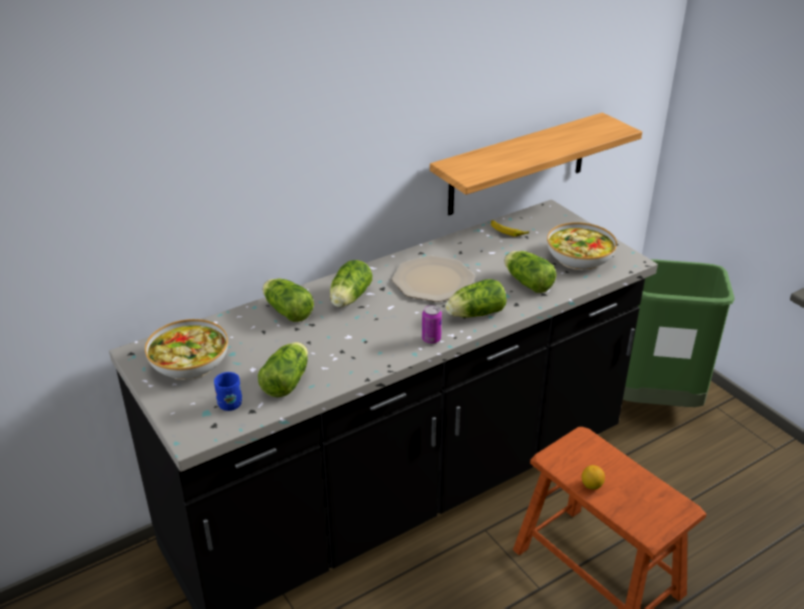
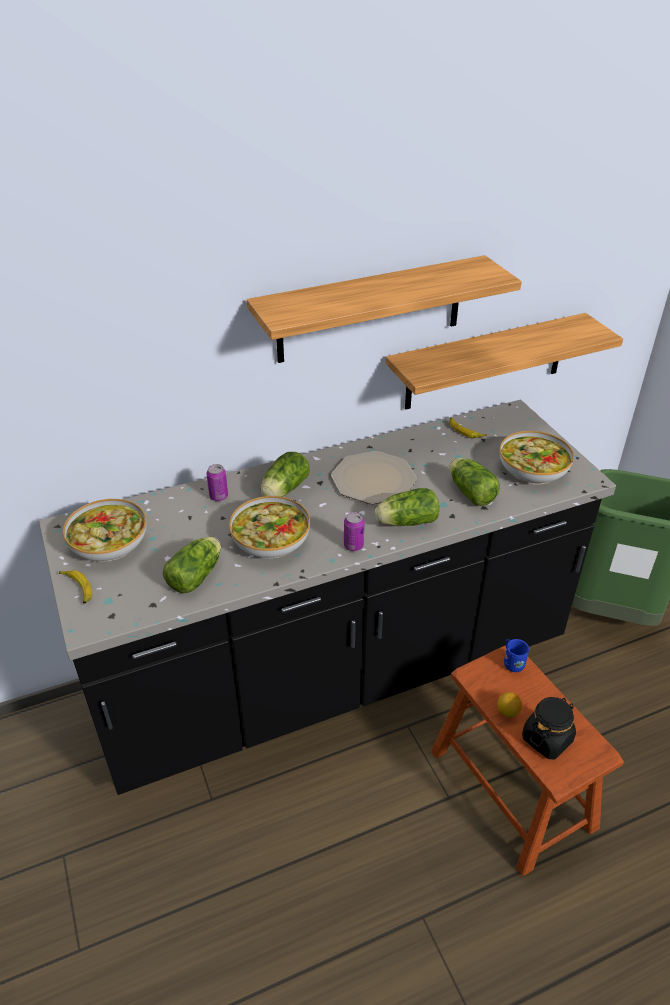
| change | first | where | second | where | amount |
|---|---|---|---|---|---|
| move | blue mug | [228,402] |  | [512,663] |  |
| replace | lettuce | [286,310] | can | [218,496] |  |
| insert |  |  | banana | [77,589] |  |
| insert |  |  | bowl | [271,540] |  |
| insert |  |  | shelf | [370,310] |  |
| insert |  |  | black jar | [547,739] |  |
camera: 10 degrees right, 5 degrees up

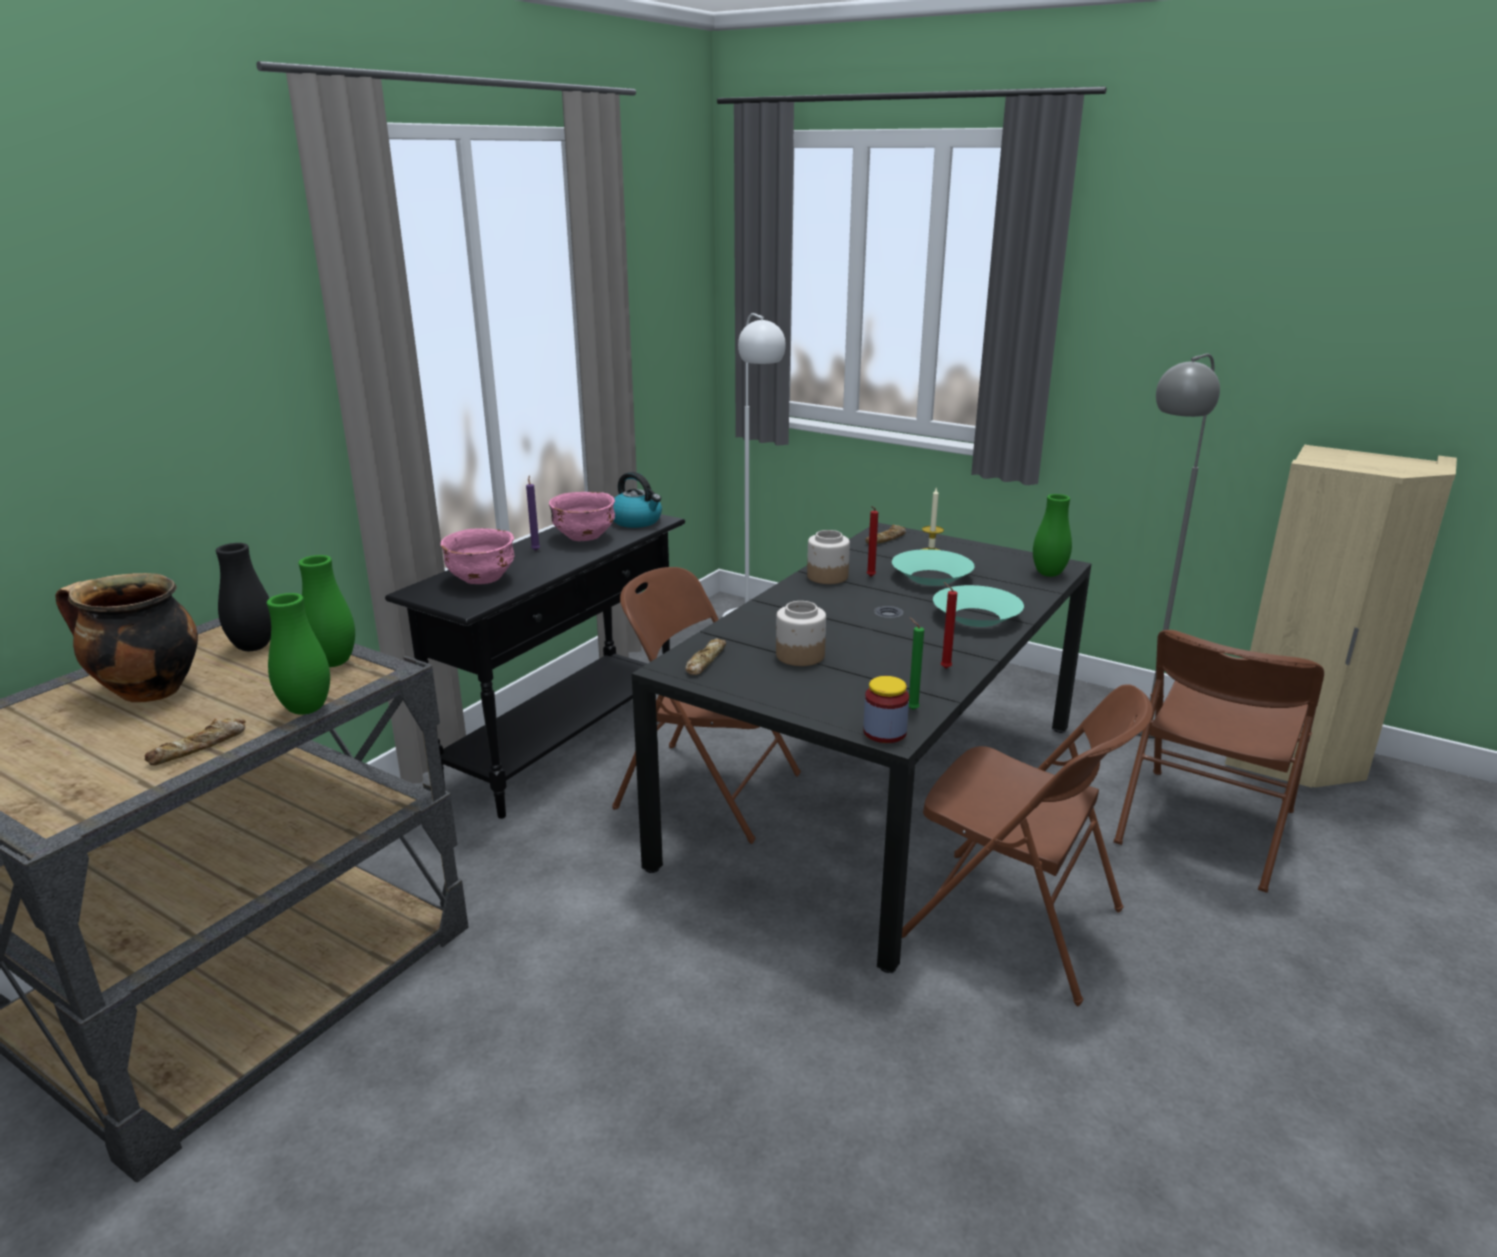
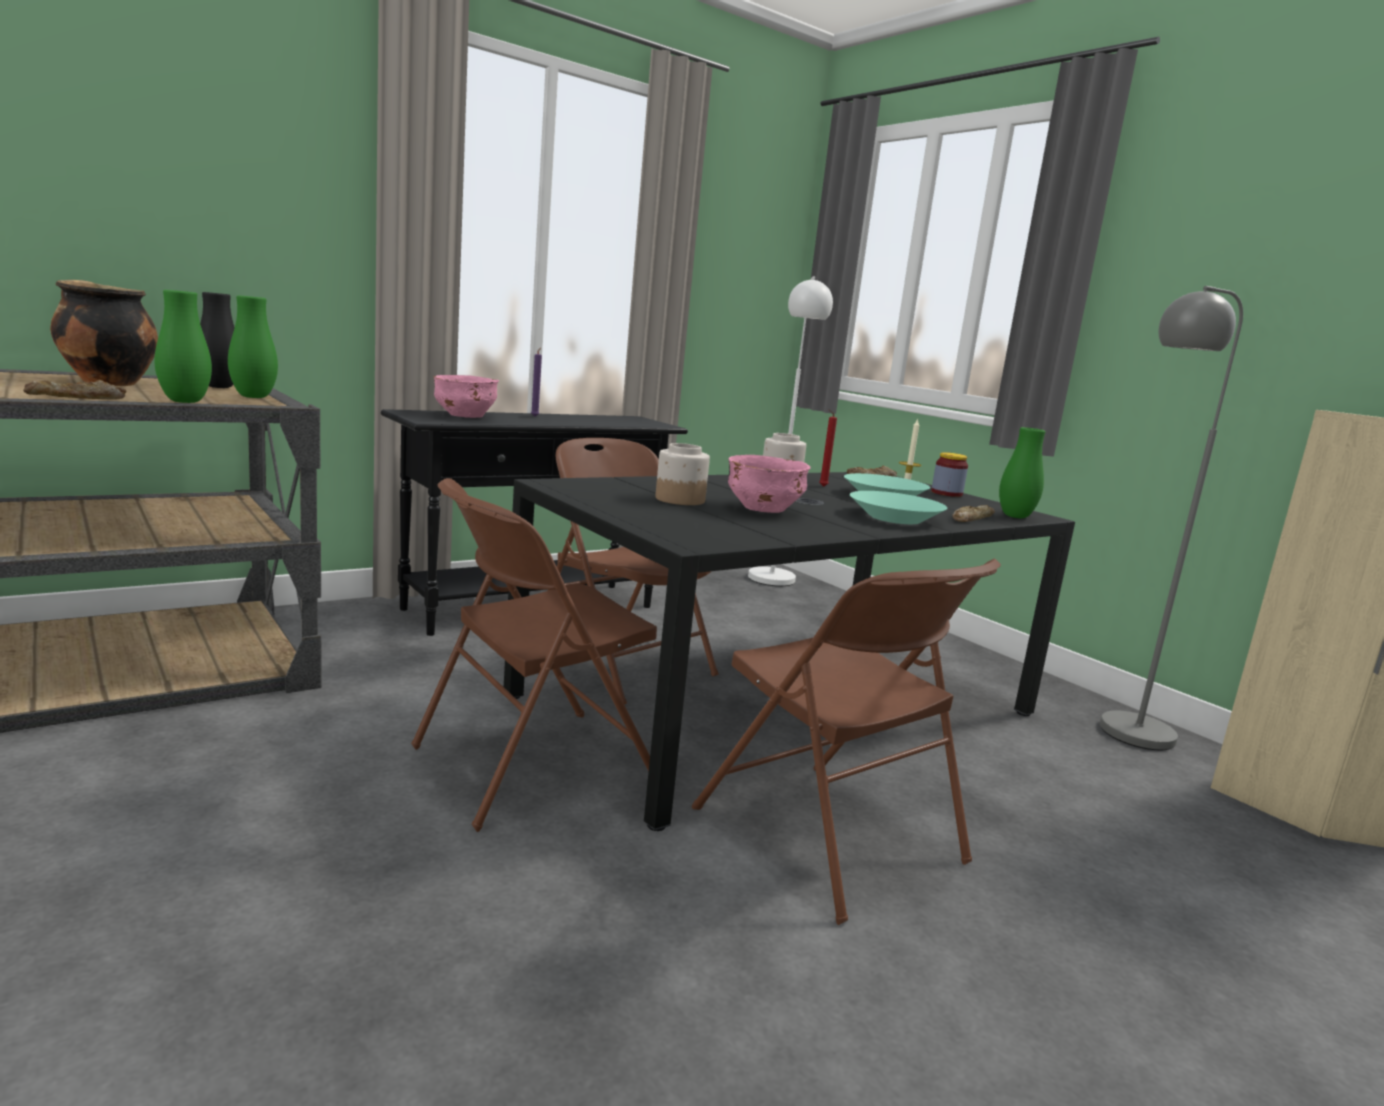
| change | first | where | second | where | amount |
|---|---|---|---|---|---|
| move | pink bowl | [585,537] |  | [764,510] |  |
| delete | kettle | [637,521] |  |  |  |
| move | bread | [705,661] |  | [971,518] |  |
| move | jar | [884,732] |  | [946,493] |  |
| delete | green candle | [911,709] |  |  |  |
| delete | red candle | [944,668] |  |  |  |
| move | brown chair | [1204,827] |  | [534,764] |  |
camera: 20 degrees right, 10 degrees down

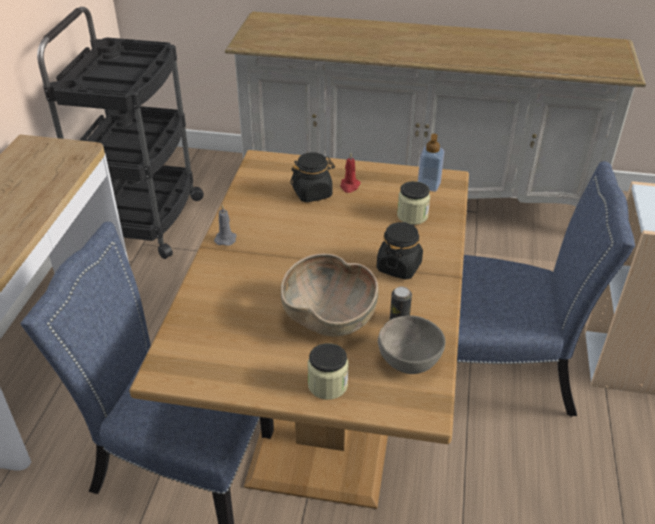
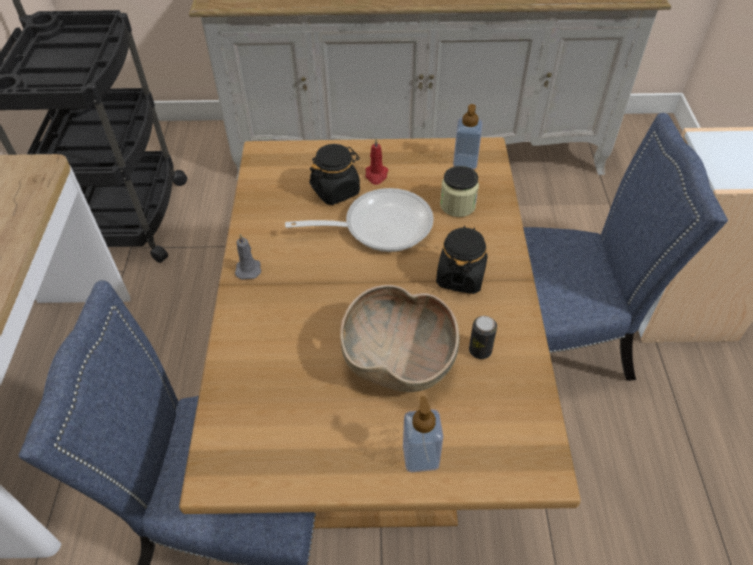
| change | first | where | second | where | amount |
|---|---|---|---|---|---|
| replace | jar | [327,385] | soap dispenser | [420,456] |  |
| delete | grey bowl | [409,361] |  |  |  |
| insert |  |  | frying pan | [379,226] |  |
camera: 10 degrees left, 10 degrees up

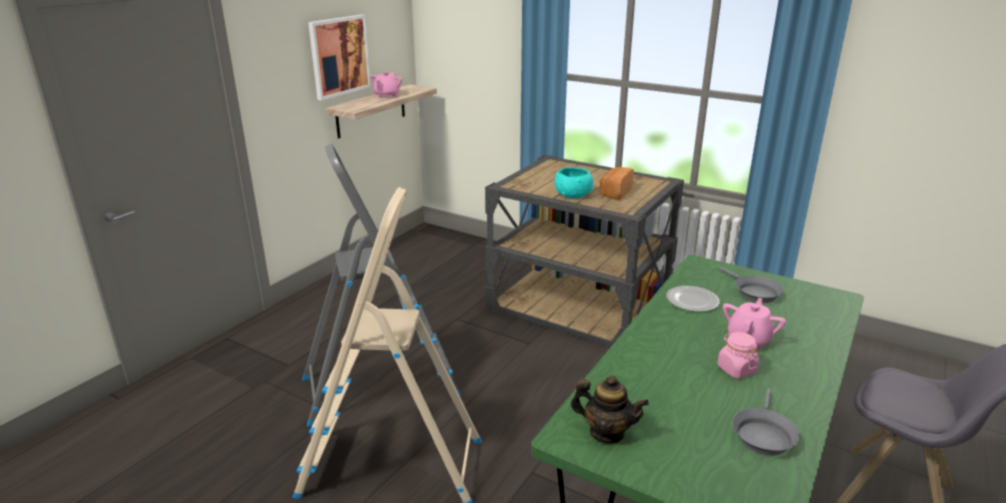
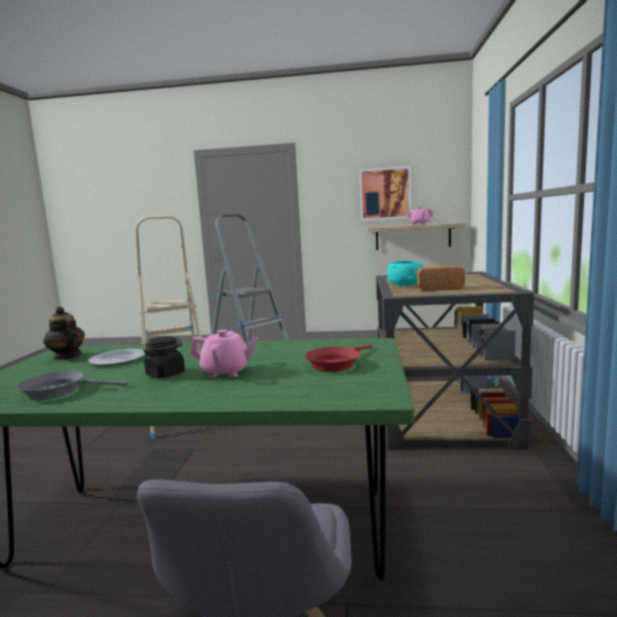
| change | first | where | second | where | amount |
|---|---|---|---|---|---|
| rotate | teapot | [606,433] |  | [67,356] | 135 degrees clockwise |
| move | plate | [692,300] |  | [118,359] |  |
| recolor | pink jar | [736,369] | black jar | [166,374] |  |
| recolor | grey frying pan | [753,292] | red frying pan | [335,364] |  |
camera: 65 degrees right, 15 degrees down

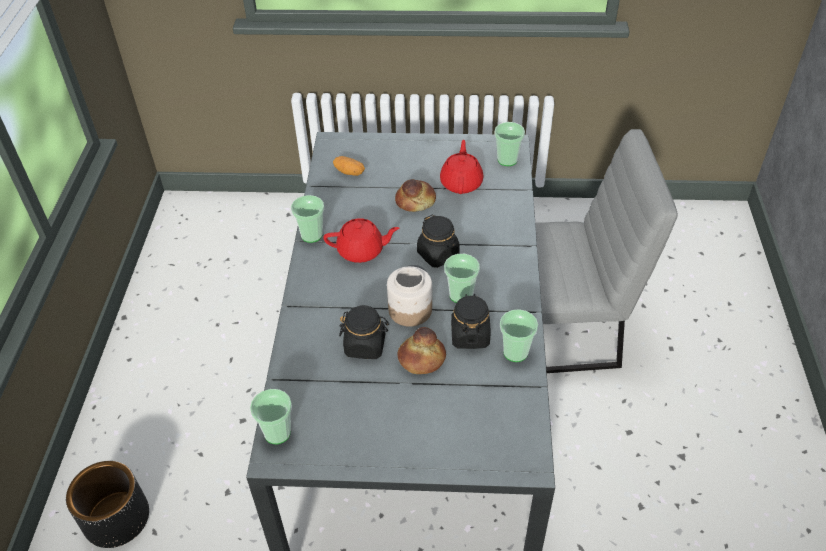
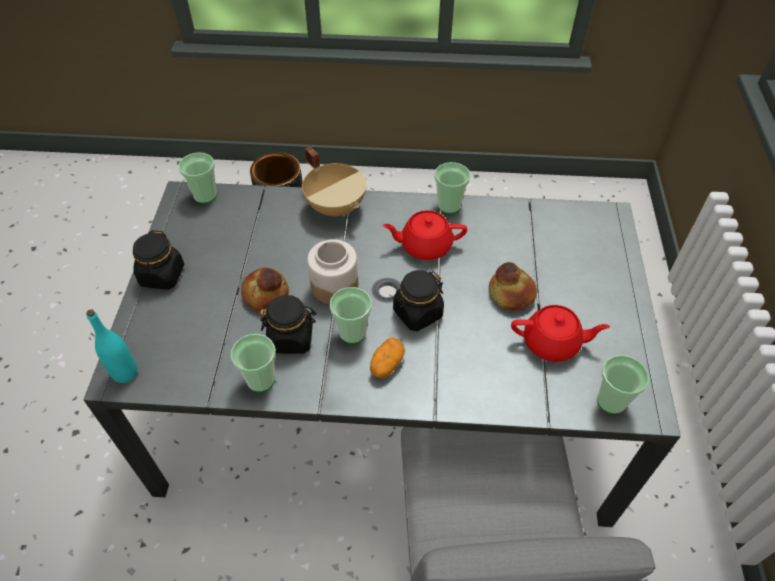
| change | first | where | second | where | amount |
|---|---|---|---|---|---|
| rotate | red teapot | [361,251] |  | [425,246] | 90 degrees clockwise |
| move | potato | [349,172] |  | [386,364] |  |
| move | black jar | [365,345] |  | [162,275] |  |
| insert |  |  | turquoise bottle | [125,373] |  |
| insert |  |  | beige cooking pot | [336,206] |  |
camera: 90 degrees right, 5 degrees up

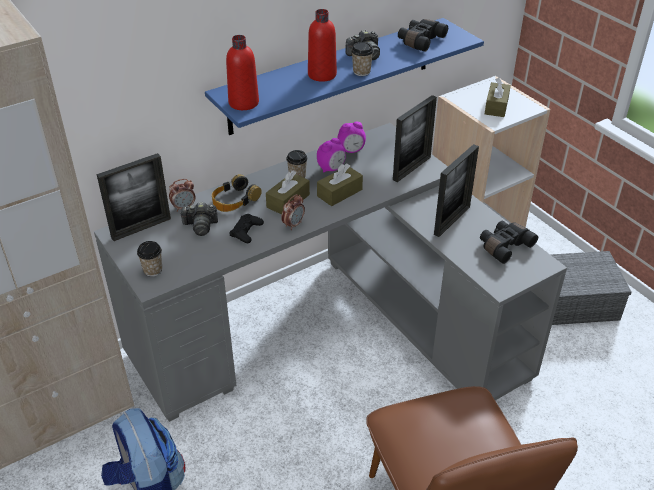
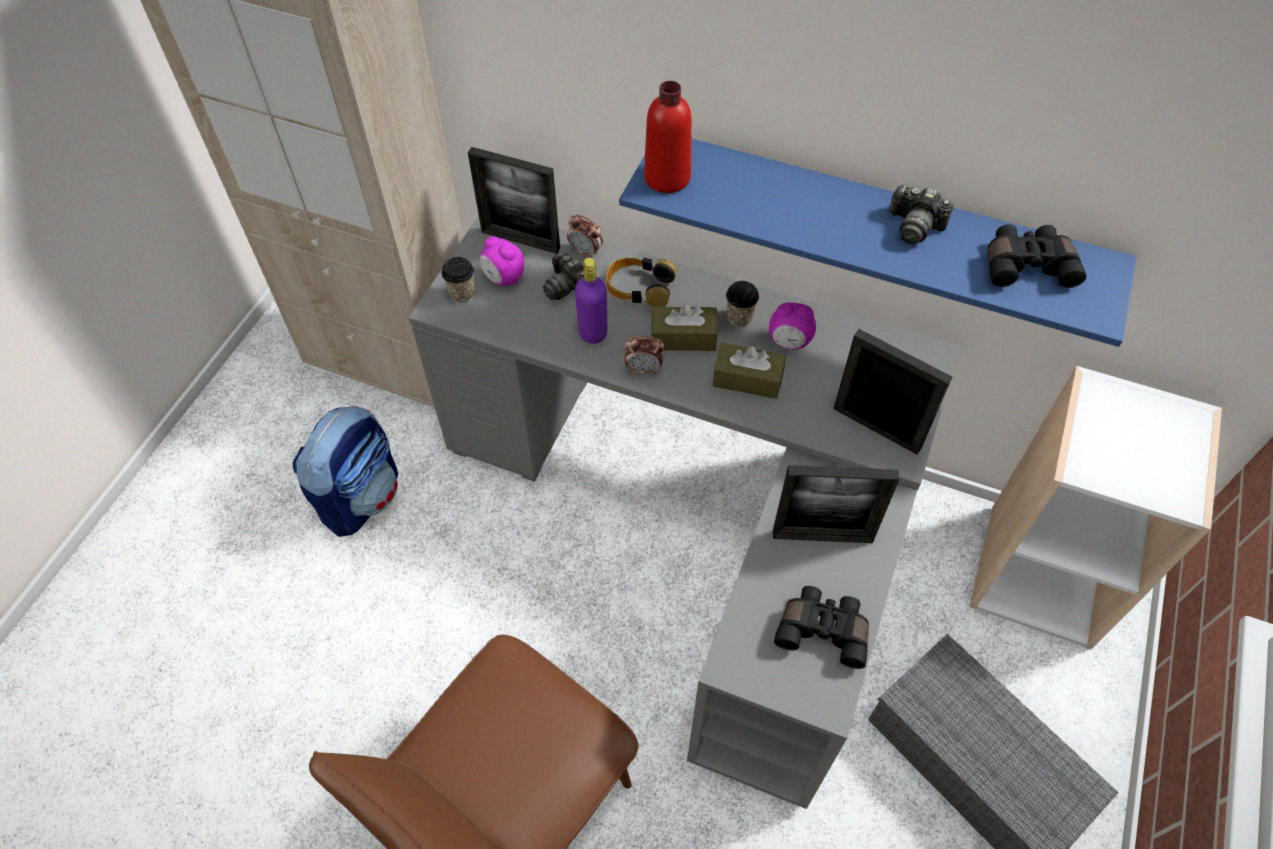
| change | first | where | second | where | amount |
|---|---|---|---|---|---|
| replace | black game controller | [246,231] | purple bottle | [593,333] |  |
| delete | red bottle | [322,75] |  |  |  |
| move | alarm clock | [351,151] |  | [504,278] |  |
| delete | cup | [361,72] |  |  |  |
| rotate | picture frame | [411,168] |  | [876,428] | 150 degrees counterclockwise |
| delete | brown tissue box | [496,106] |  |  |  |
camera: 55 degrees right, 15 degrees up

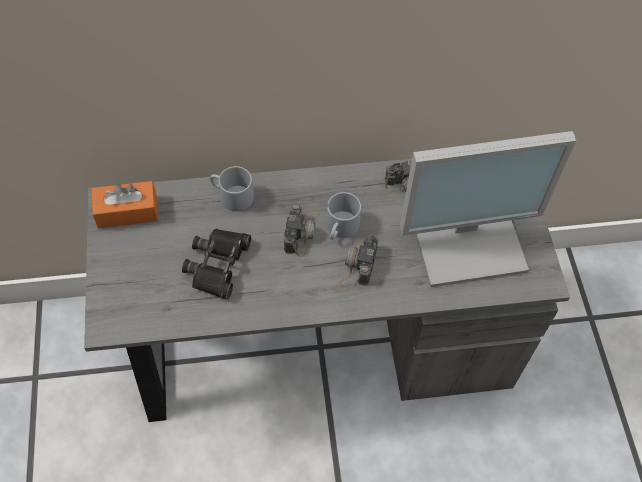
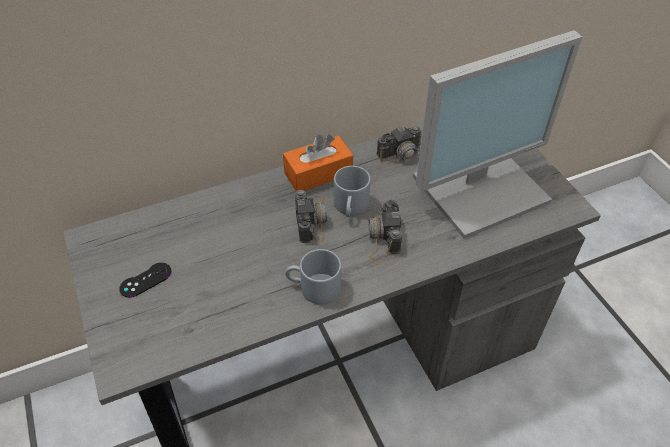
| change | first | where | second | where | amount |
|---|---|---|---|---|---|
| move | orange tissue box | [127,212] |  | [318,173] |  |
| delete | black binoculars | [218,265] |  |  |  |
| move | grey mug | [231,196] |  | [313,288] |  |
| insert |  |  | black game controller | [145,280] |  |
camera: 15 degrees left, 10 degrees down

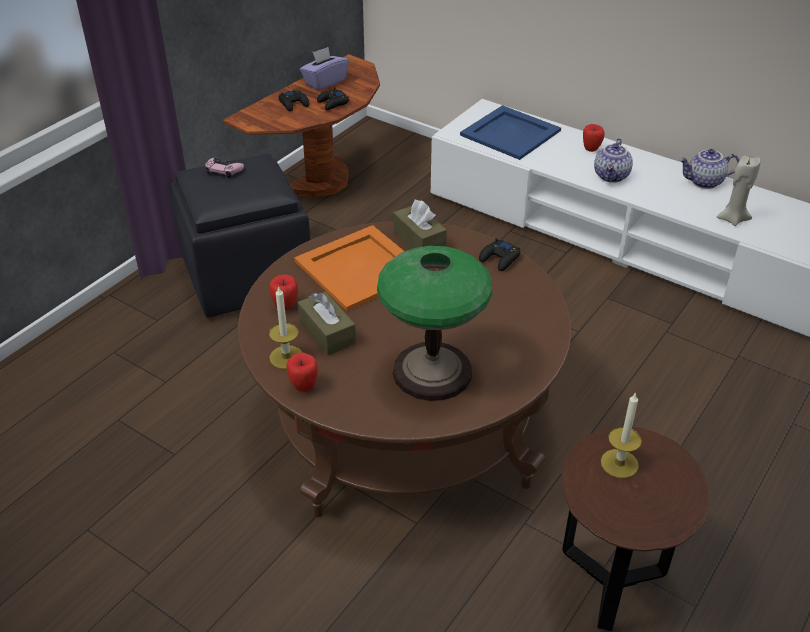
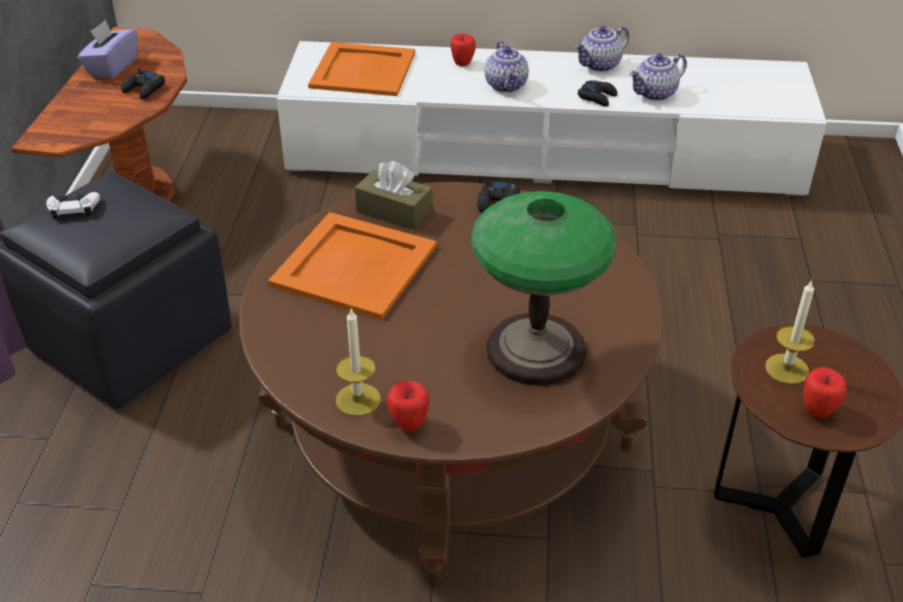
| change | first | where | second | where | amount |
|---|---|---|---|---|---|
| recolor | pink game controller | [224,170] | white game controller | [74,208] |  |
| move | apple | [285,306] |  | [817,411] |  |
| move | black game controller | [294,104] |  | [597,97] |  |
| delete | brown tissue box | [327,333] |  |  |  |
| recolor | blue tray | [510,132] | orange tray | [362,69] |  |
| replace | beige candle | [732,219] | teapot | [655,94] |  |
camera: 30 degrees left, 0 degrees up

